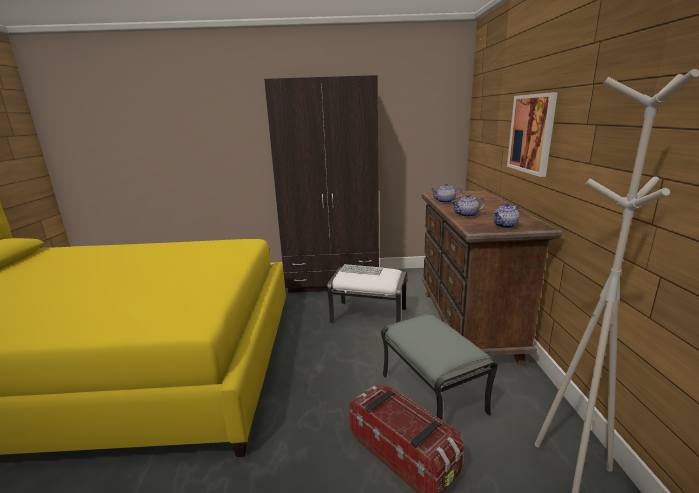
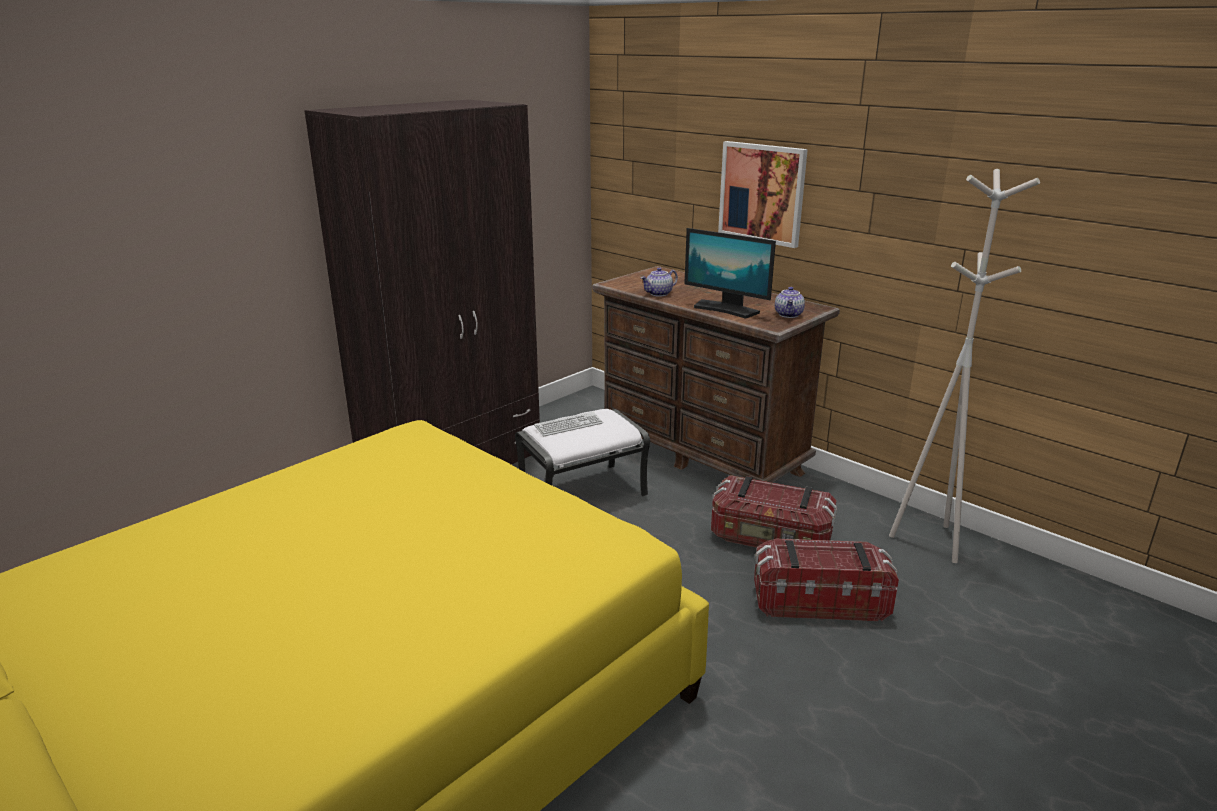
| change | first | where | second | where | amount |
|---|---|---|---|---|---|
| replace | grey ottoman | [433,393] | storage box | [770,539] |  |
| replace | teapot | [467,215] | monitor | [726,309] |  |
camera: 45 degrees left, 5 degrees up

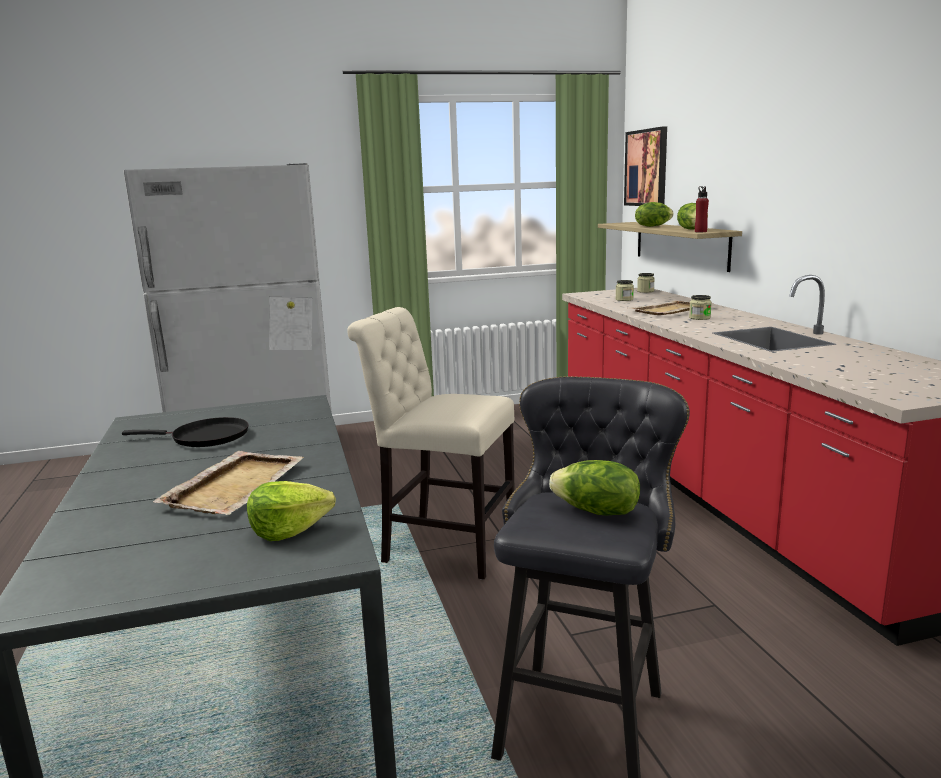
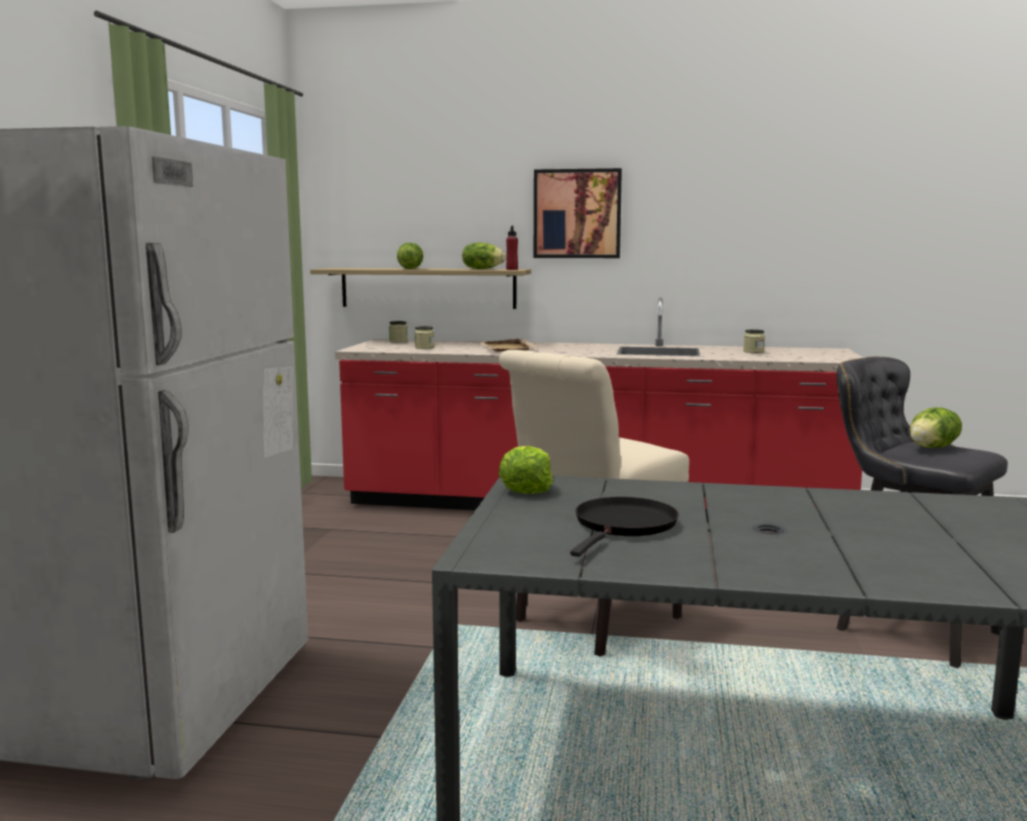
| change | first | where | second | where | amount |
|---|---|---|---|---|---|
| delete | beige tray | [236,485] |  |  |  |
| move | lettuce | [289,530] |  | [526,489] |  |
| move | picture | [646,168] |  | [577,214] |  |
| move | jar | [699,318] |  | [753,352] |  |
camera: 65 degrees left, 5 degrees down

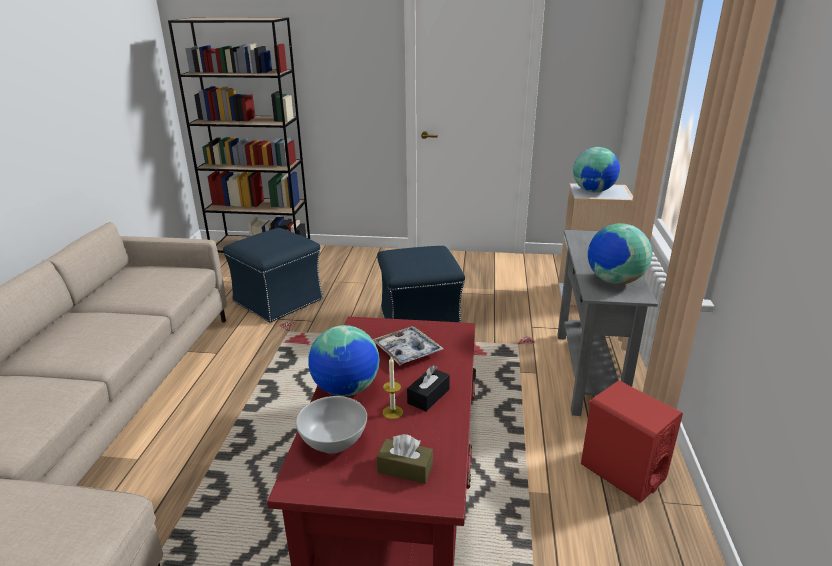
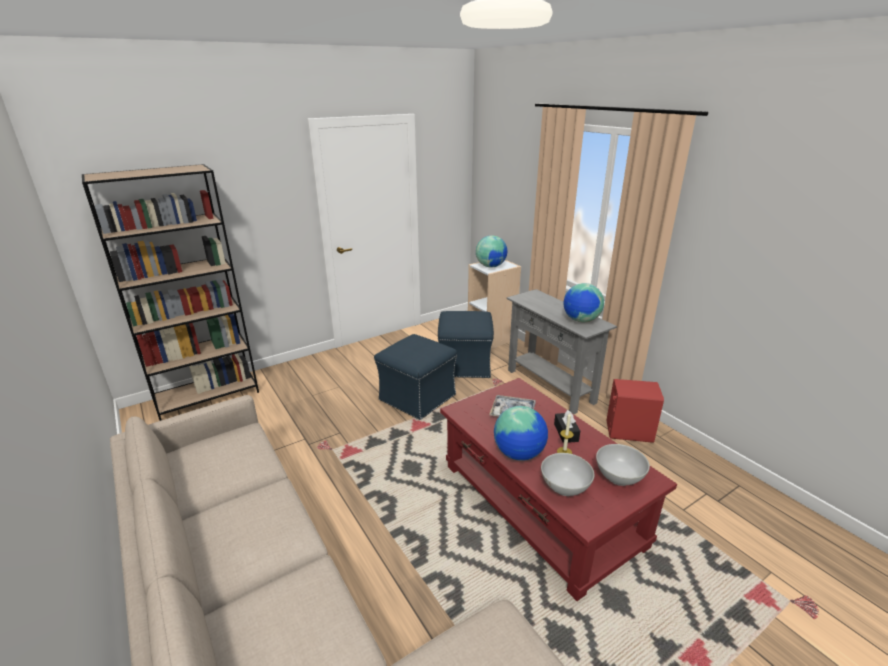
| change | first | where | second | where | amount |
|---|---|---|---|---|---|
| move | blue ottoman | [279,300] |  | [464,364] |  |
| replace | brown tissue box | [405,469] | white bowl | [619,477] |  |
camera: 40 degrees left, 0 degrees up

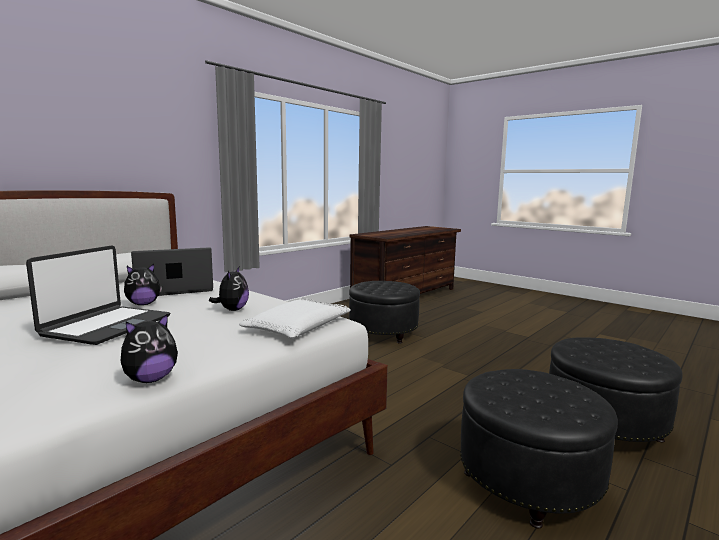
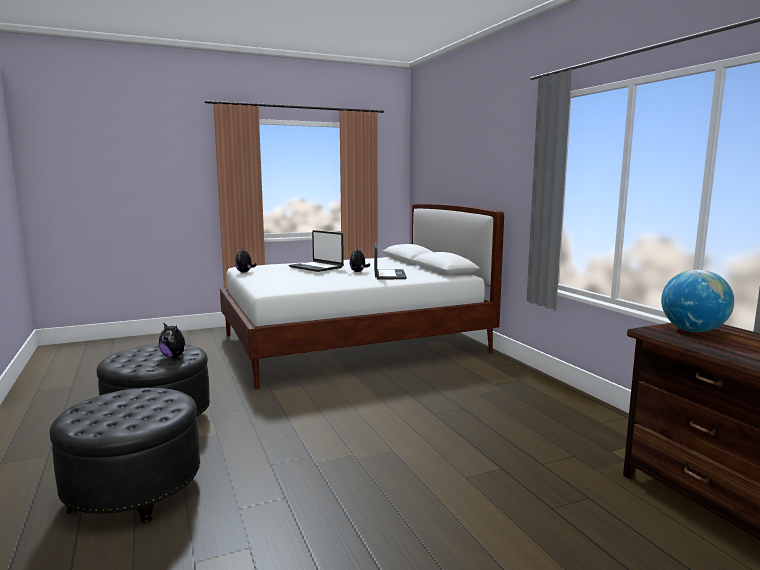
| change | first | where | second | where | amount |
|---|---|---|---|---|---|
| move | plush toy | [232,310] |  | [174,357] |  |
| delete | white pillow | [297,325] |  |  |  |
| delete | black ottoman | [383,333] |  |  |  |
| insert |  |  | globe | [693,331] |  |
camera: 115 degrees right, 0 degrees up

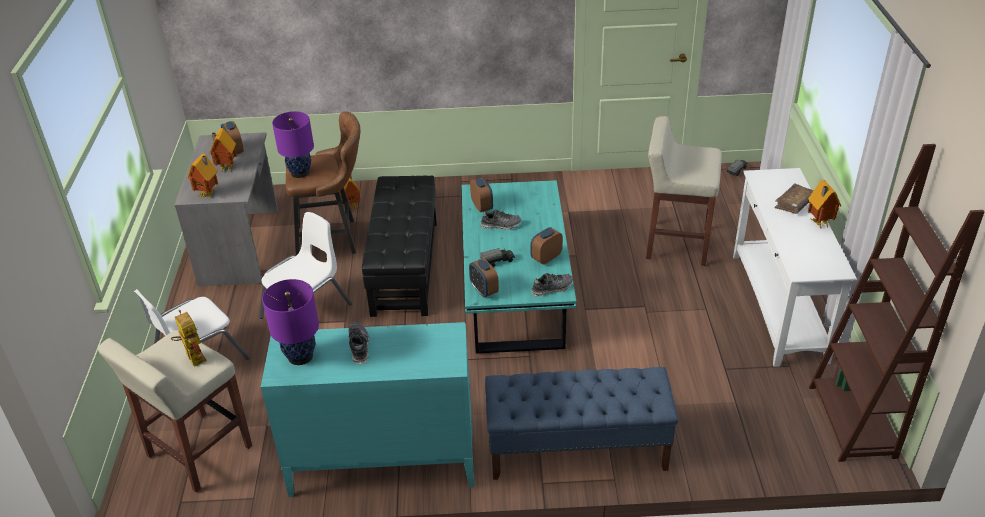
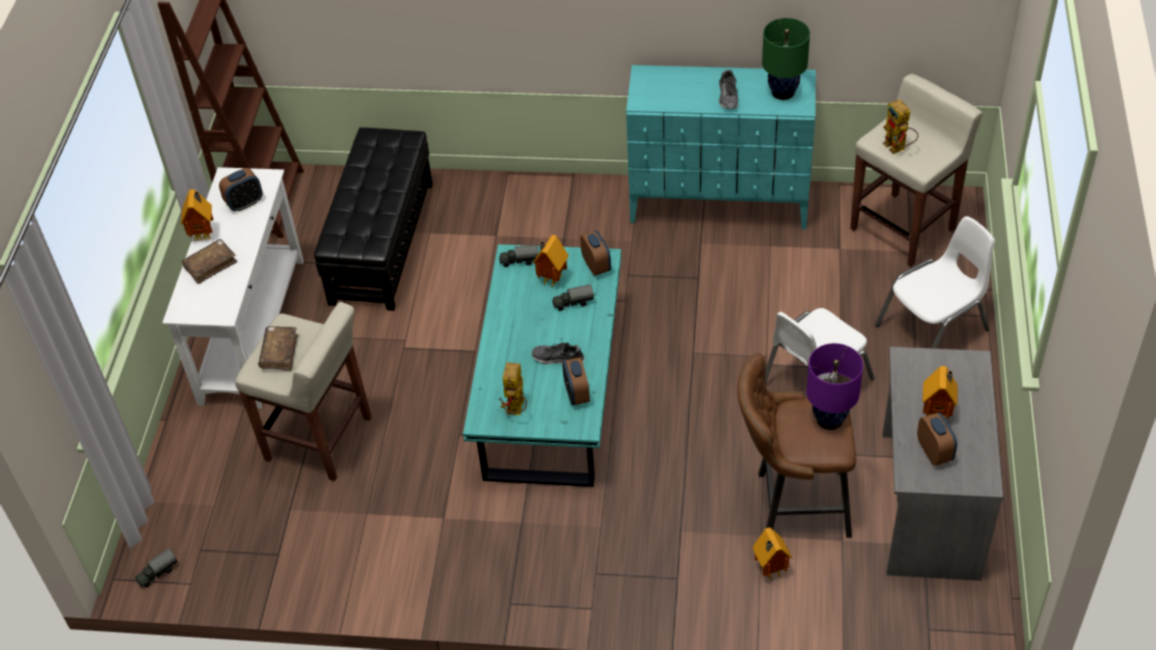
| change | first | where | second | where | amount |
|---|---|---|---|---|---|
| move | toy house | [208,194] |  | [550,279] |  |
| recolor | purple table lamp | [300,356] | green table lamp | [782,92] |  |
| move | black ottoman | [405,267] |  | [381,242] |  |
| delete | blue bench | [576,450] |  |  |  |
| move | alarm clock | [546,258] |  | [245,203] |  |
| replace | shoe | [552,288] | toy truck | [519,261] |  |
| insert |  |  | brown book | [279,352] |  |
| insert |  |  | toy robot | [516,411] |  |
camera: 170 degrees left, 10 degrees up

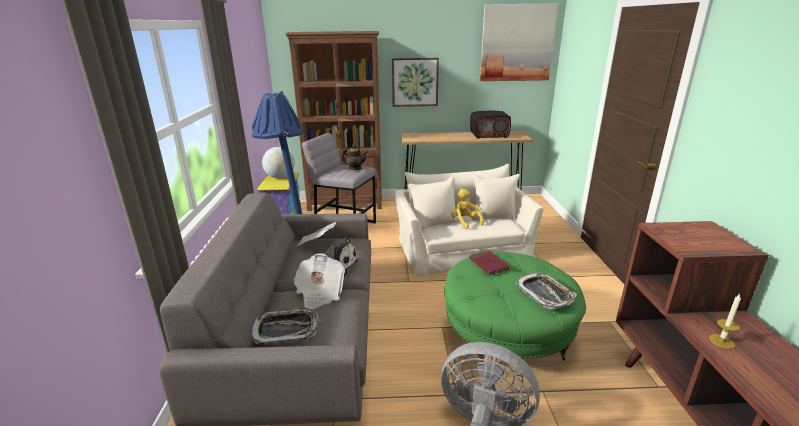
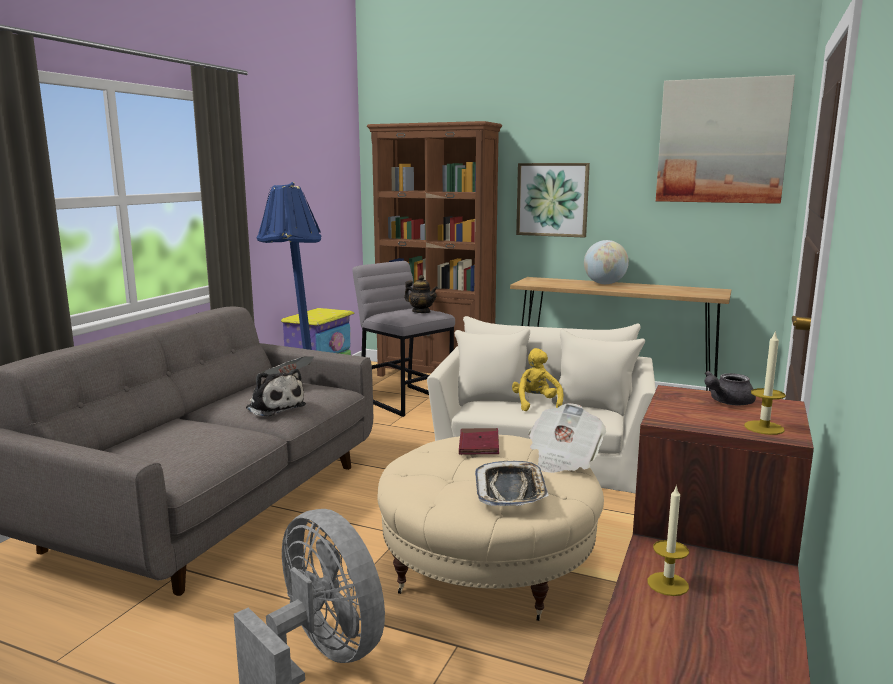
| change | first | where | second | where | amount |
|---|---|---|---|---|---|
| delete | tray | [286,329] |  |  |  |
| move | globe | [280,177] |  | [604,284] |  |
| move | newspaper | [320,293] |  | [563,458] |  |
| recolor | green ottoman | [507,334] | beige ottoman | [487,566] |  |
| delete | radio | [489,135] |  |  |  |
| insert |  |  | grey teapot | [726,402] |  |
| insert |  |  | candle | [764,428] |  |
camera: 25 degrees right, 10 degrees down

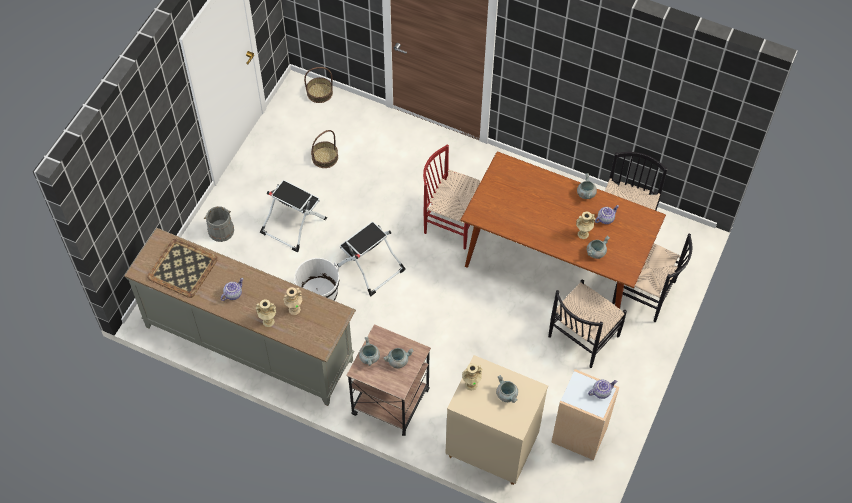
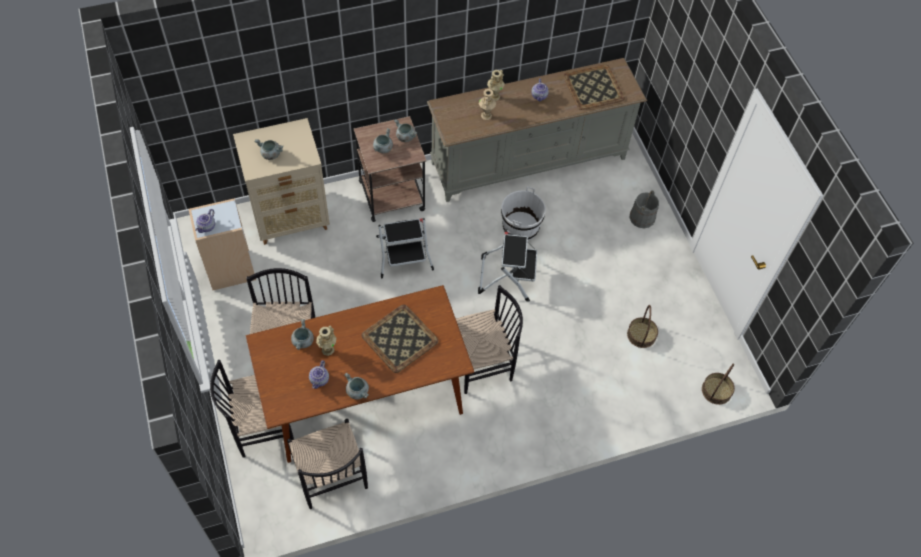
| change | first | where | second | where | amount |
|---|---|---|---|---|---|
| move | step ladder | [293,223] |  | [403,254] |  |
| recolor | red chair | [452,220] | black chair | [483,362] |  |
| delete | beige vase | [471,384] |  |  |  |
| insert |  |  | tray | [400,338] |  |
camera: 135 degrees right, 0 degrees up

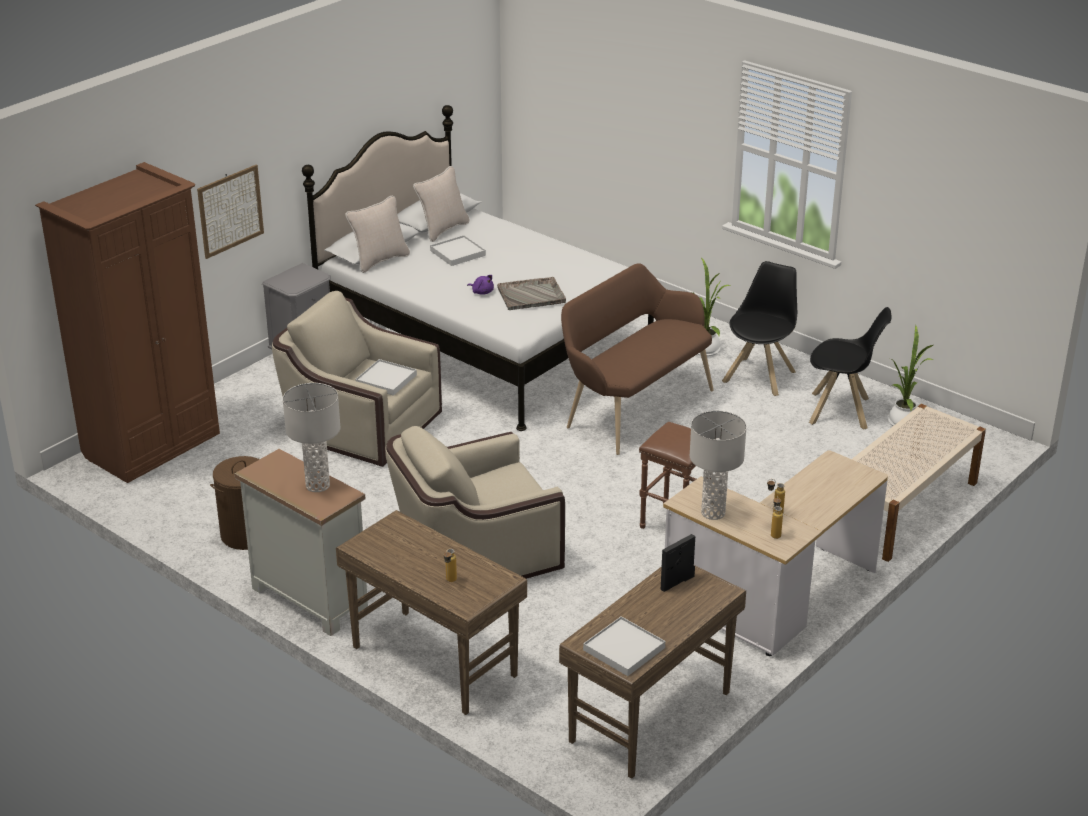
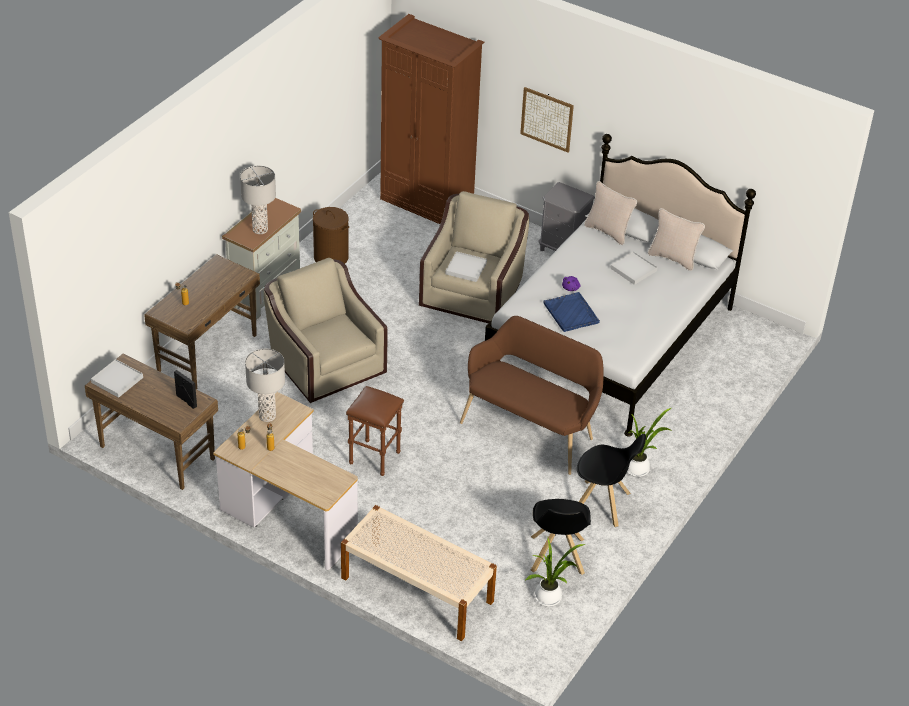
| change | first | where | second | where | amount |
|---|---|---|---|---|---|
| recolor | grey tray | [532,295] | blue tray | [571,313] |  |
camera: 80 degrees right, 10 degrees up

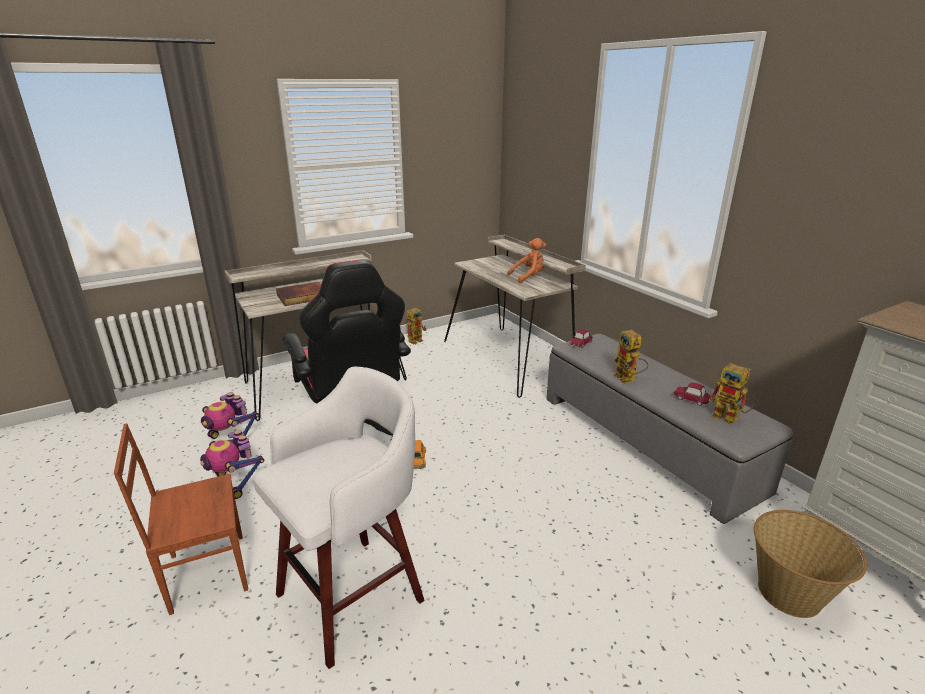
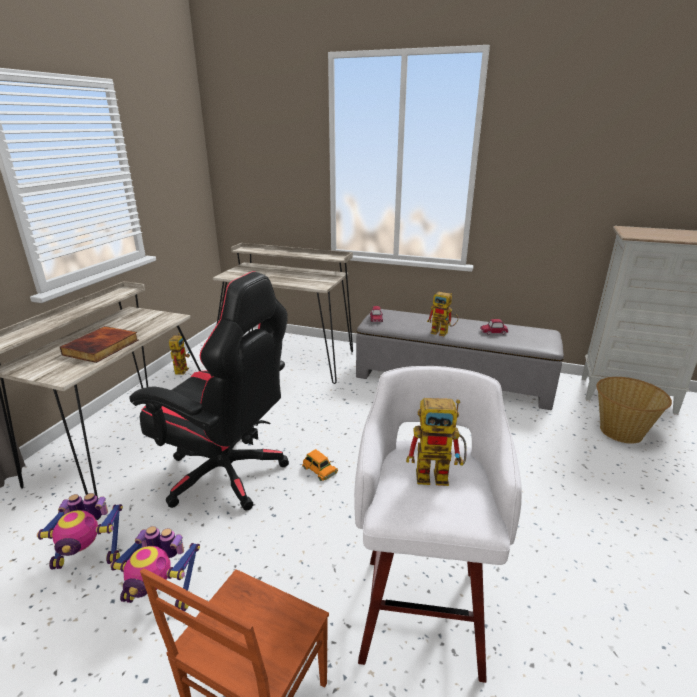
| change | first | where | second | where | amount |
|---|---|---|---|---|---|
| delete | orange plush toy | [529,277] |  |  |  |
| move | toy robot | [730,418] |  | [439,475] |  |
camera: 40 degrees left, 0 degrees up

